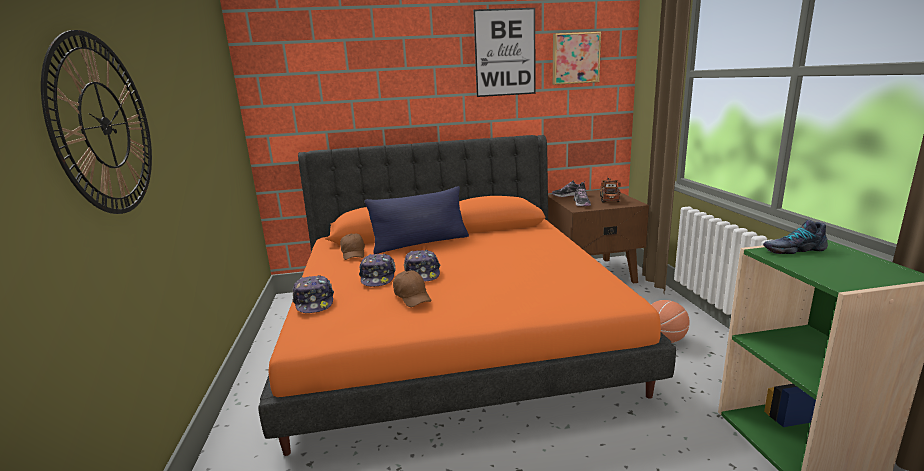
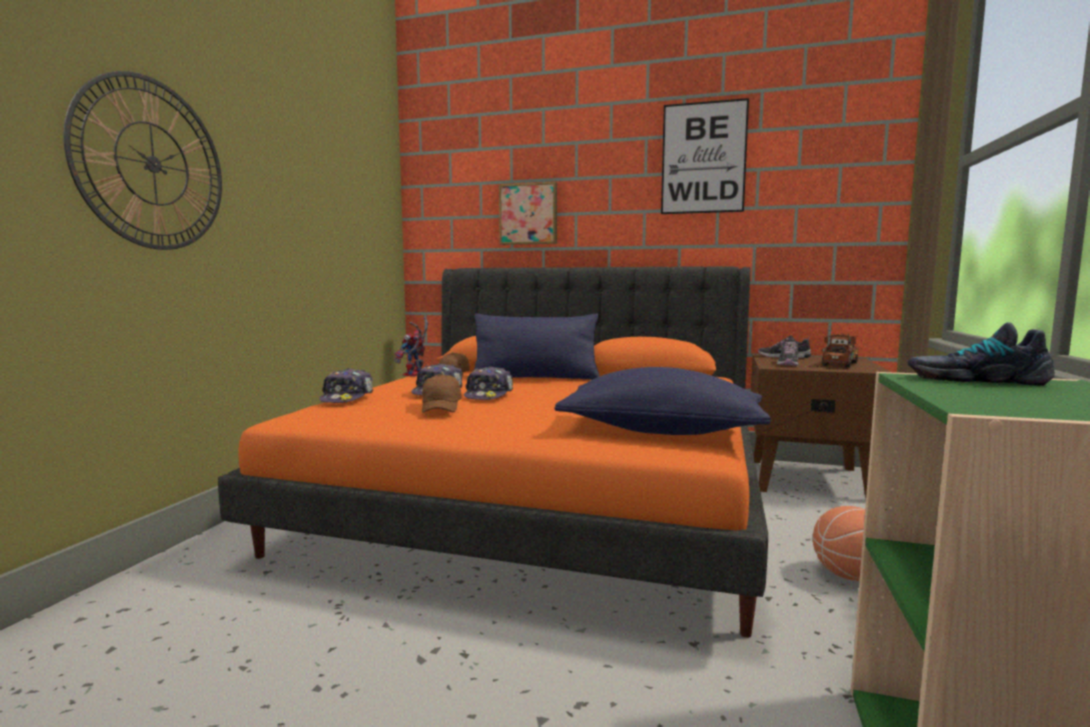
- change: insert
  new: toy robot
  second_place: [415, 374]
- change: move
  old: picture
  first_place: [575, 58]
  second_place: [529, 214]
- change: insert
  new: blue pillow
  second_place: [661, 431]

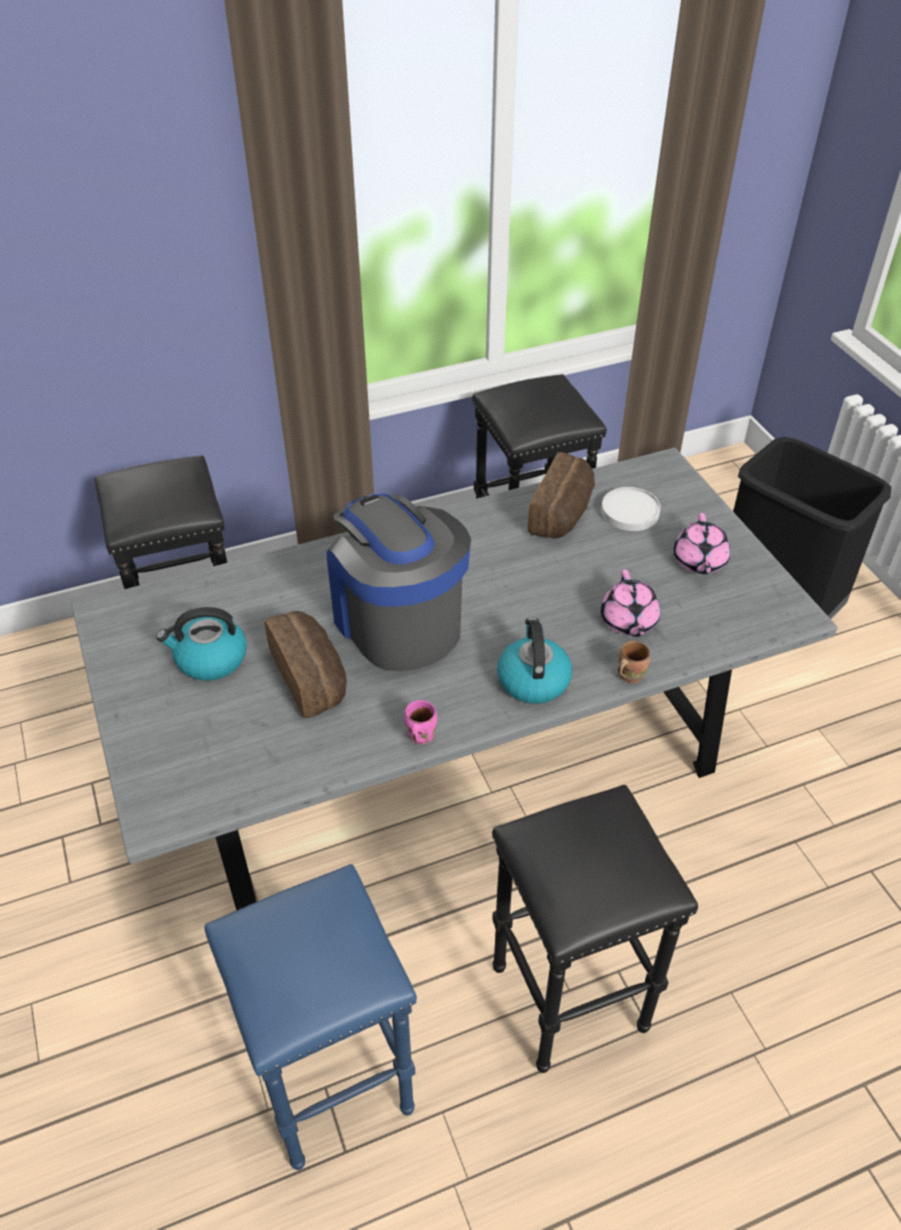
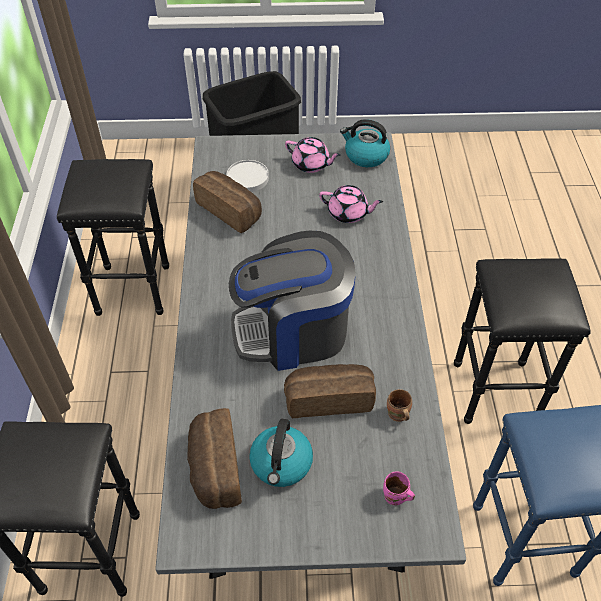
- change: insert
  new: bread
  second_place: [214, 469]
- change: move
  old: kettle
  first_place: [533, 679]
  second_place: [365, 156]
- change: move
  old: pink mug
  first_place: [419, 736]
  second_place: [395, 498]
- change: move
  old: brown mug
  first_place: [628, 675]
  second_place: [397, 415]

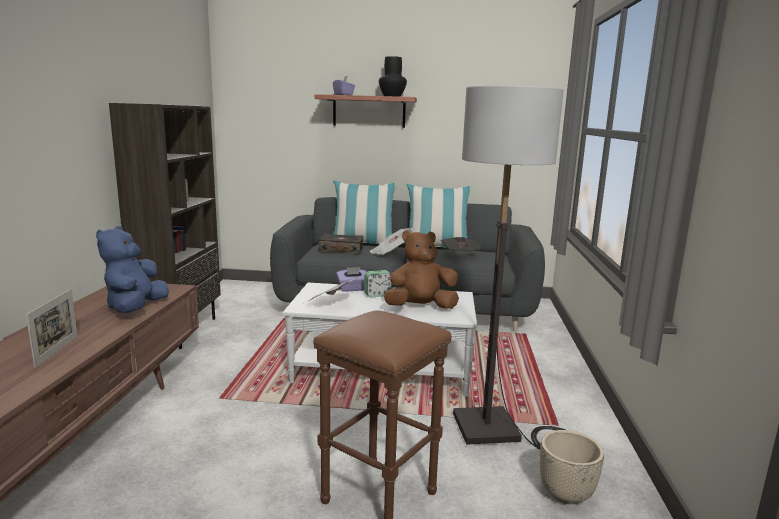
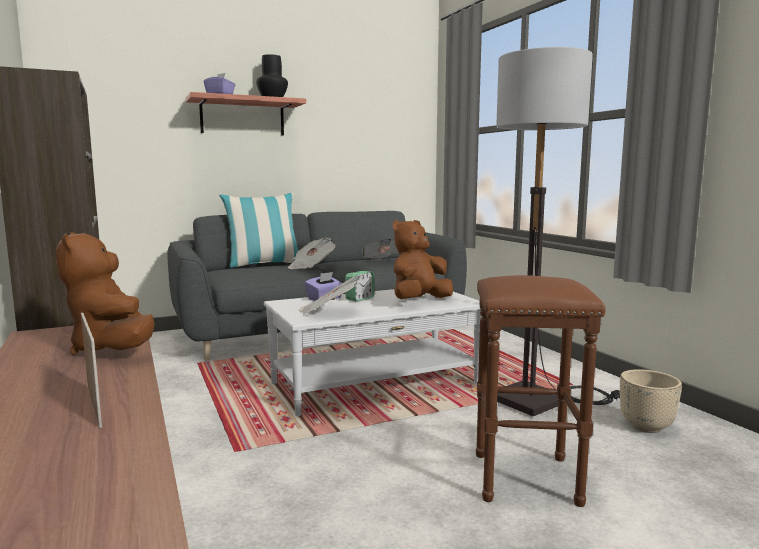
- change: recolor
  old: blue plush toy
  new: brown plush toy
  first_place: [136, 308]
  second_place: [113, 349]
- change: delete
  old: book
  first_place: [341, 249]
- change: delete
  old: pillow
  first_place: [436, 248]

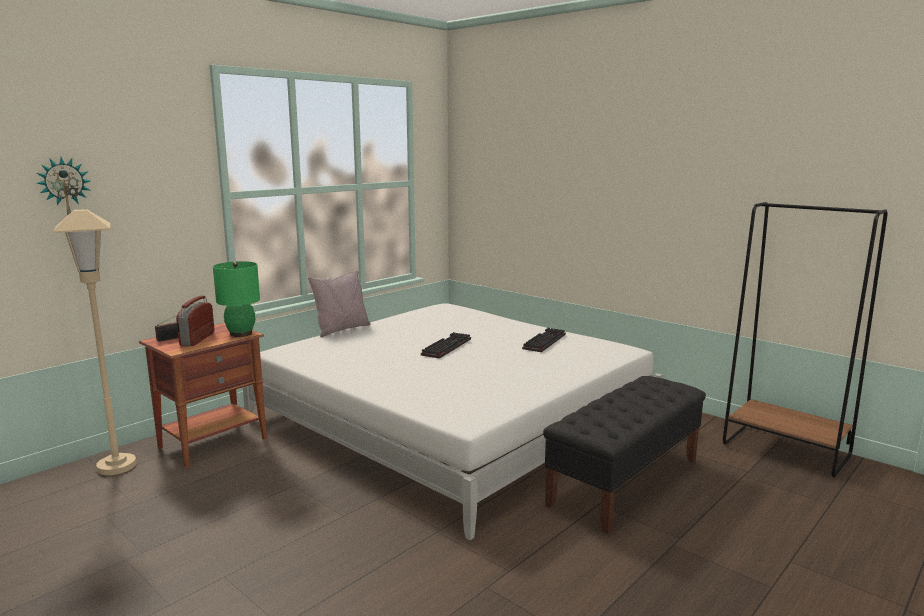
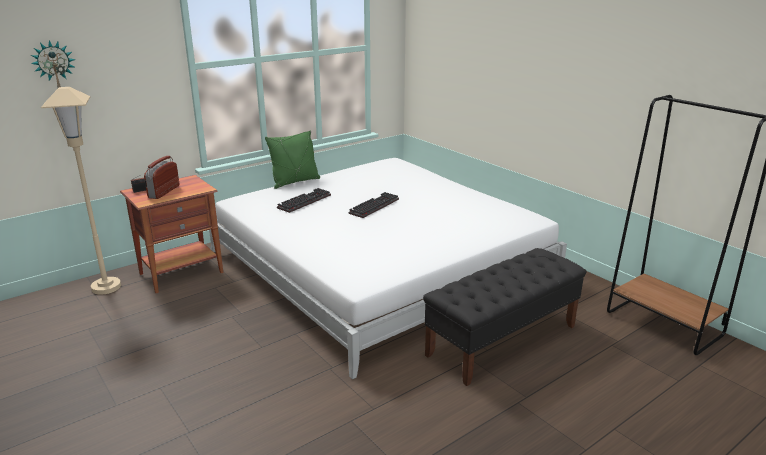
- change: recolor
  old: purple pillow
  new: green pillow
  first_place: [342, 330]
  second_place: [295, 182]
- change: move
  old: keyboard
  first_place: [543, 341]
  second_place: [304, 201]
- change: delete
  old: green table lamp
  first_place: [241, 334]

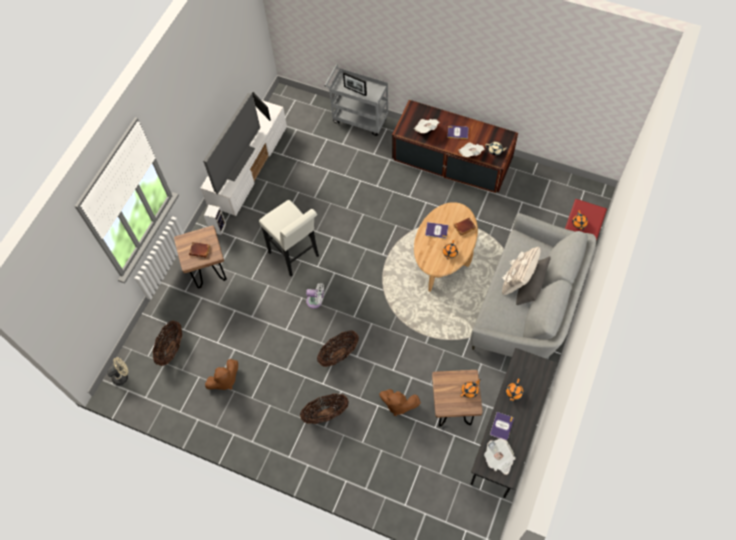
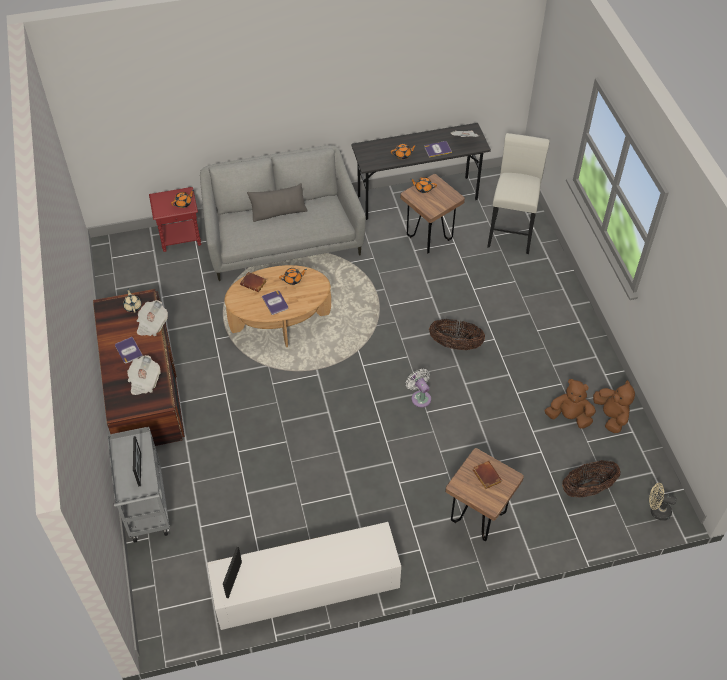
- change: move
  old: white stool
  first_place: [296, 256]
  second_place: [511, 232]
- change: move
  old: brown plush toy
  first_place: [398, 404]
  second_place: [611, 416]
- change: delete
  old: television
  first_place: [236, 161]
- change: delete
  old: speaker
  first_place: [218, 227]
- change: delete
  old: basket
  first_place: [325, 413]
- change: delete
  old: beige pillow
  first_place: [516, 280]

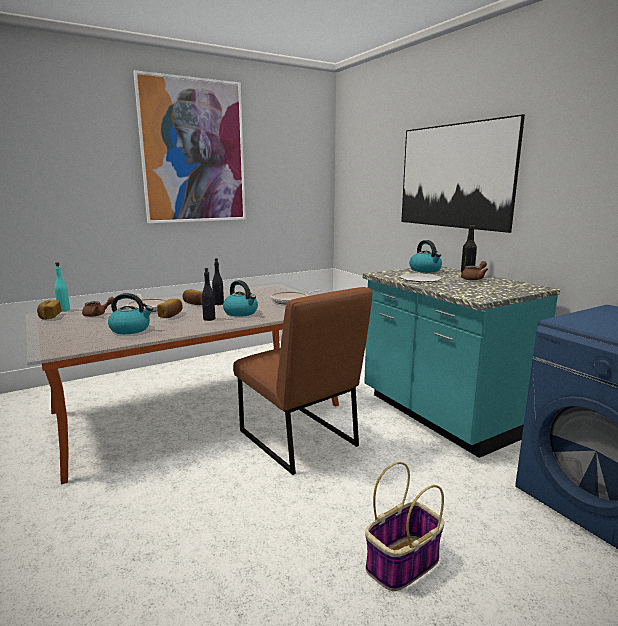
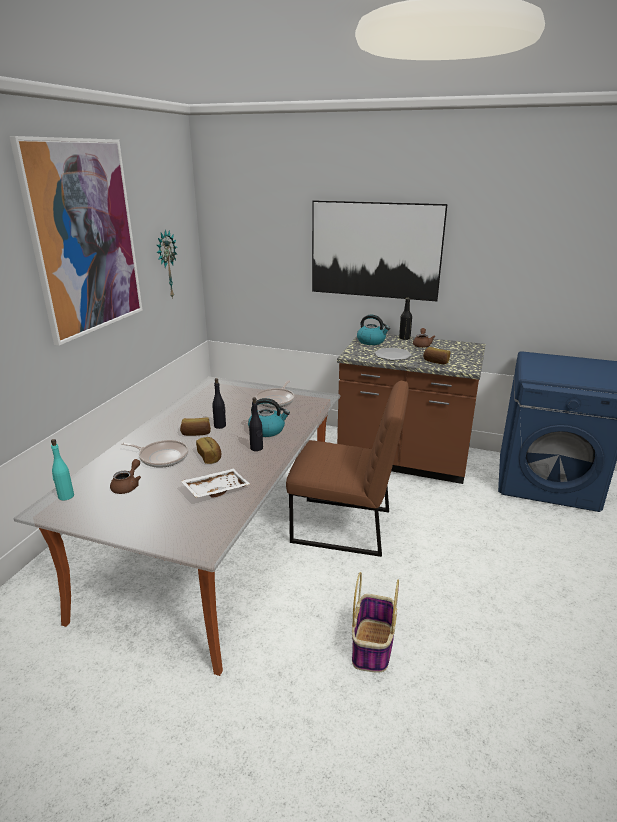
- change: insert
  new: wall clock
  second_place: [166, 265]
- change: replace
  old: kettle
  new: white tray
  first_place: [131, 329]
  second_place: [215, 489]
- change: recolor
  old: turquoise counter
  new: brown counter
  first_place: [442, 414]
  second_place: [404, 460]
- change: move
  old: basket
  first_place: [402, 564]
  second_place: [372, 647]
- change: move
  old: bread
  first_place: [49, 316]
  second_place: [436, 362]

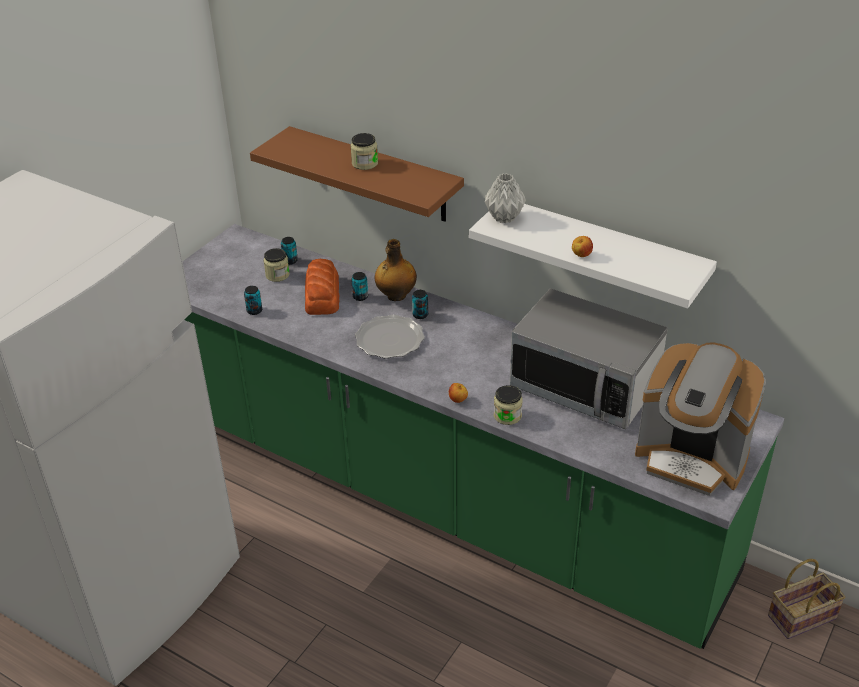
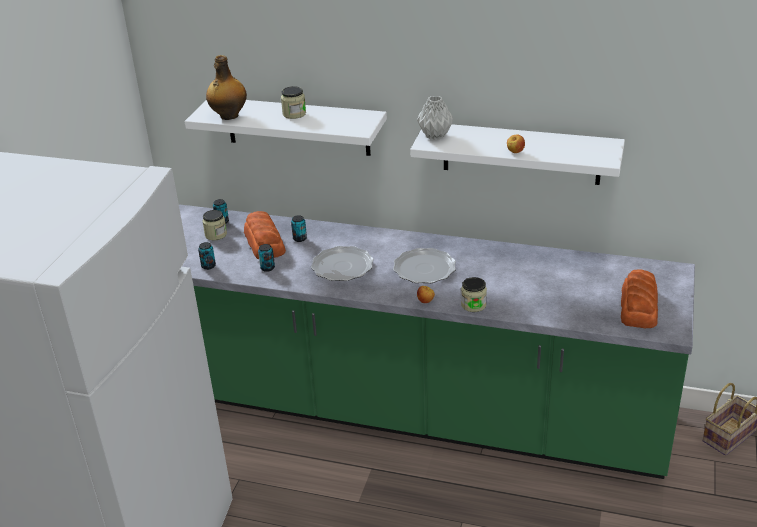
- change: recolor
  old: brown shelf
  new: white shelf
  first_place: [374, 175]
  second_place: [297, 126]
- change: move
  old: bottle
  first_place: [396, 296]
  second_place: [228, 116]
- change: move
  old: can
  first_place: [420, 315]
  second_place: [267, 268]
- change: insert
  new: plate
  second_place: [425, 268]
- change: replace
  old: coffee machine
  new: bread
  first_place: [692, 458]
  second_place: [639, 306]
- change: delete
  old: microwave
  first_place: [584, 386]

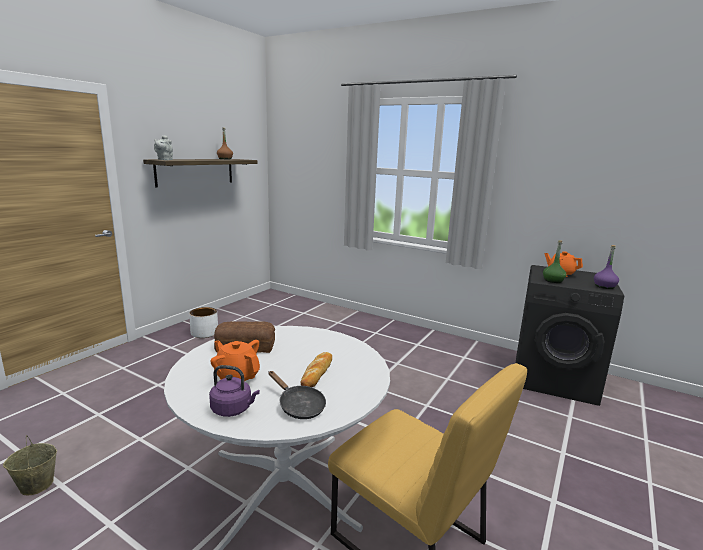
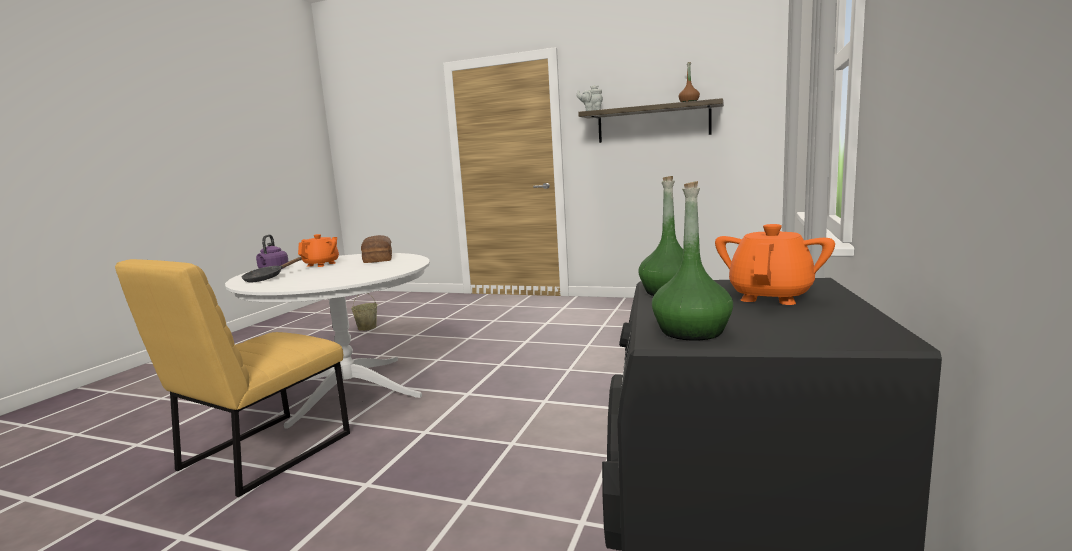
- change: recolor
  old: purple bottle
  new: green bottle
  first_place: [604, 286]
  second_place: [691, 332]
- change: delete
  old: white planter
  first_place: [205, 333]
- change: delete
  old: bread
  first_place: [317, 372]

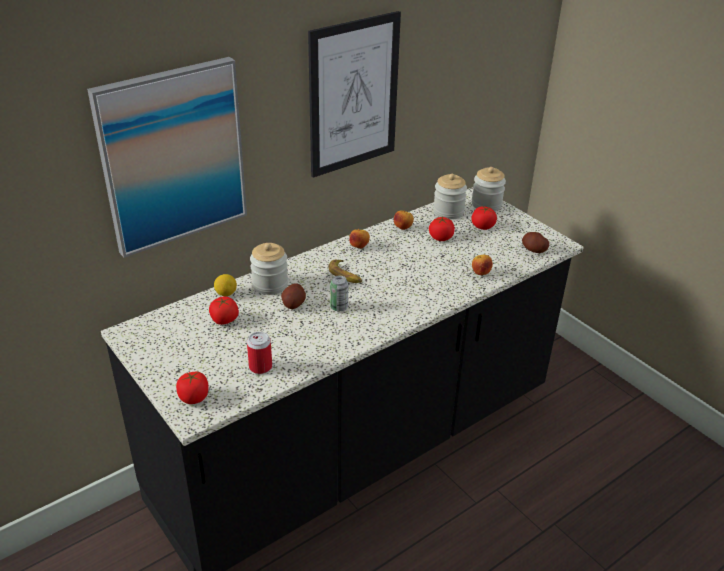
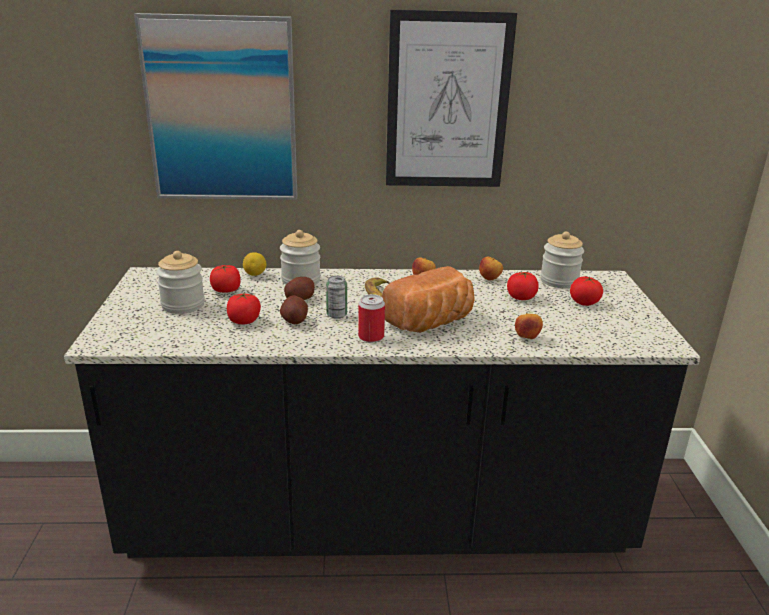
- change: move
  old: jar
  first_place: [486, 204]
  second_place: [183, 305]
- change: move
  old: tomato
  first_place: [194, 397]
  second_place: [244, 321]
- change: move
  old: potato
  first_place: [534, 250]
  second_place: [294, 320]
- change: move
  old: can
  first_place: [260, 367]
  second_place: [371, 337]
- change: insert
  new: bread
  second_place: [431, 323]

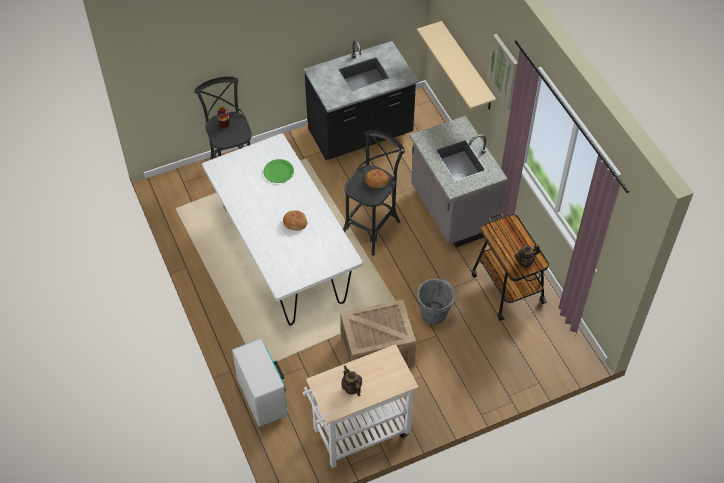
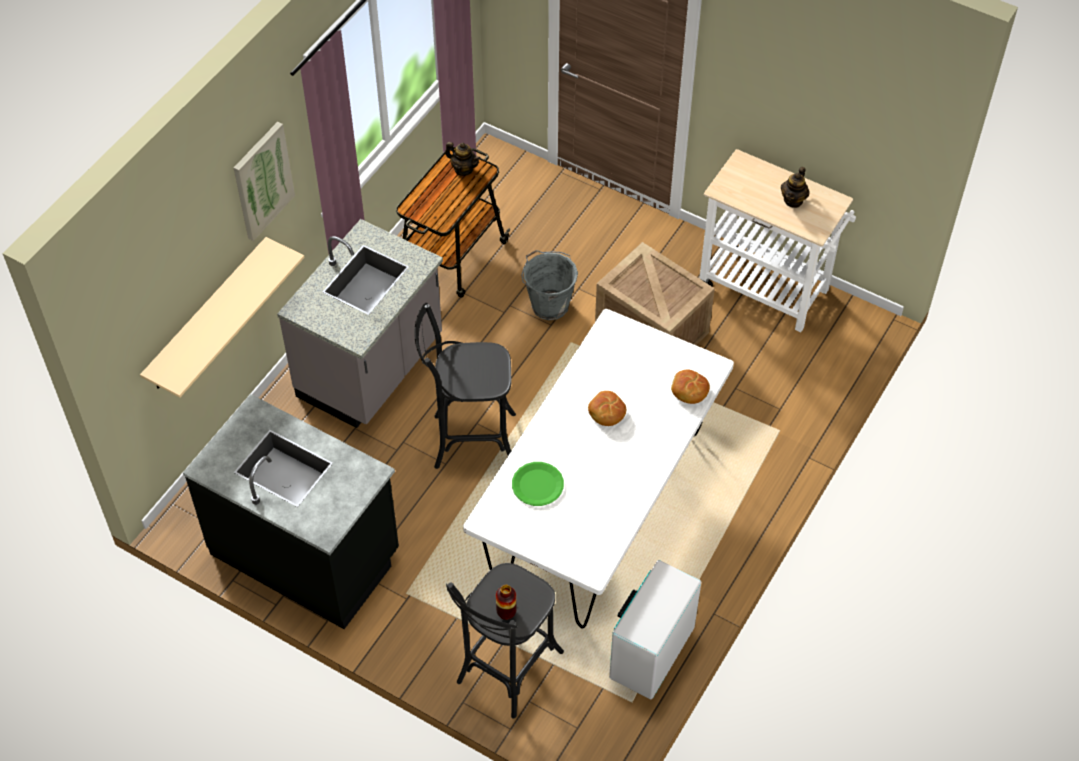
- change: move
  old: white nightstand
  first_place: [263, 399]
  second_place: [650, 655]
- change: move
  old: bread
  first_place: [376, 181]
  second_place: [689, 390]

